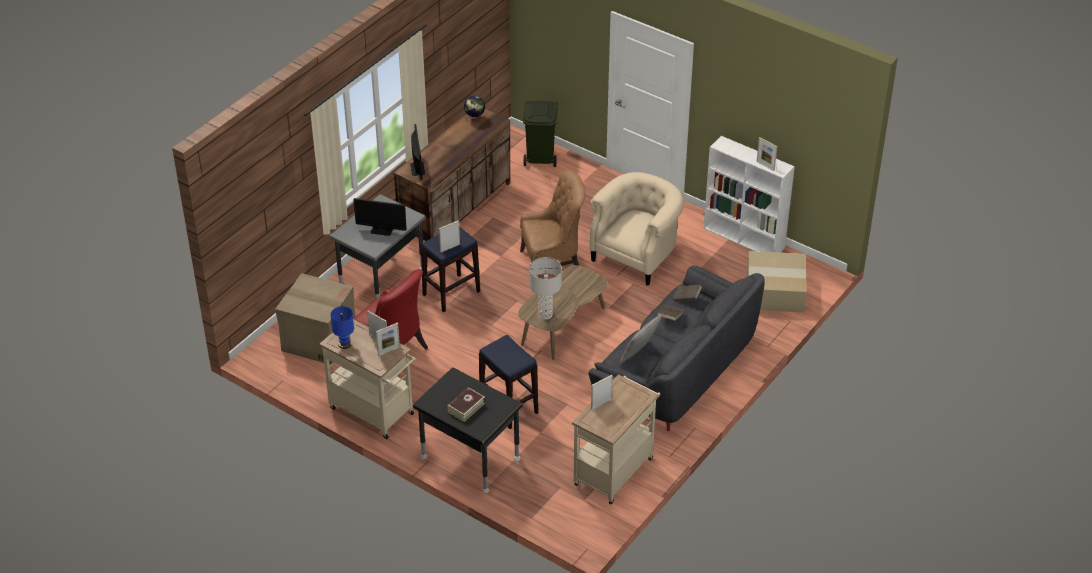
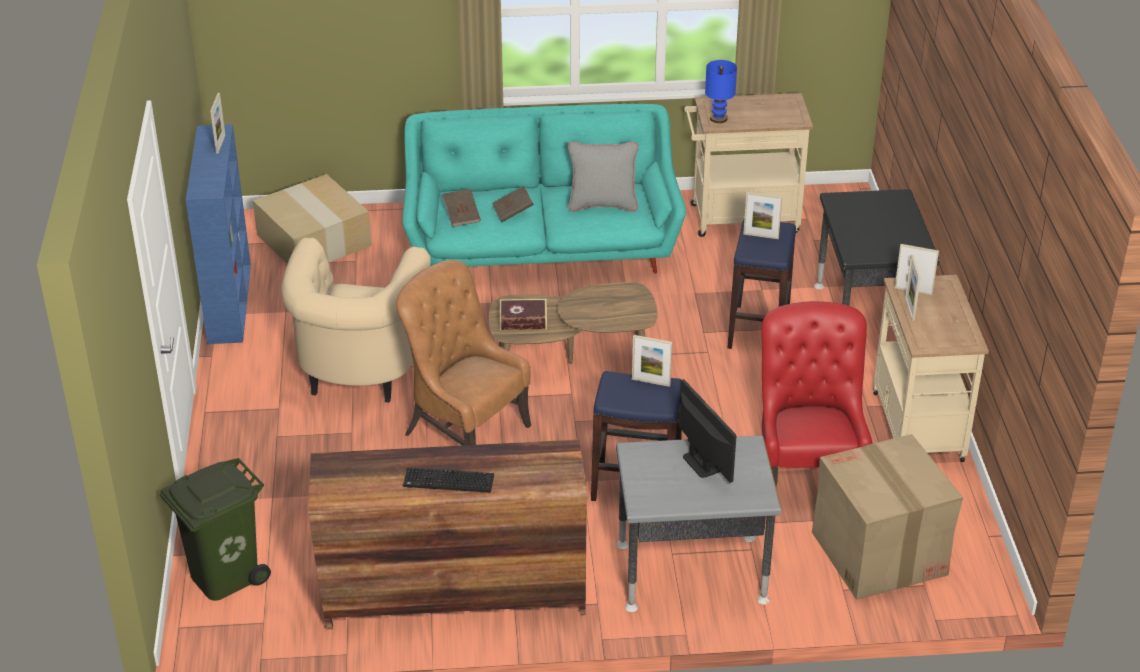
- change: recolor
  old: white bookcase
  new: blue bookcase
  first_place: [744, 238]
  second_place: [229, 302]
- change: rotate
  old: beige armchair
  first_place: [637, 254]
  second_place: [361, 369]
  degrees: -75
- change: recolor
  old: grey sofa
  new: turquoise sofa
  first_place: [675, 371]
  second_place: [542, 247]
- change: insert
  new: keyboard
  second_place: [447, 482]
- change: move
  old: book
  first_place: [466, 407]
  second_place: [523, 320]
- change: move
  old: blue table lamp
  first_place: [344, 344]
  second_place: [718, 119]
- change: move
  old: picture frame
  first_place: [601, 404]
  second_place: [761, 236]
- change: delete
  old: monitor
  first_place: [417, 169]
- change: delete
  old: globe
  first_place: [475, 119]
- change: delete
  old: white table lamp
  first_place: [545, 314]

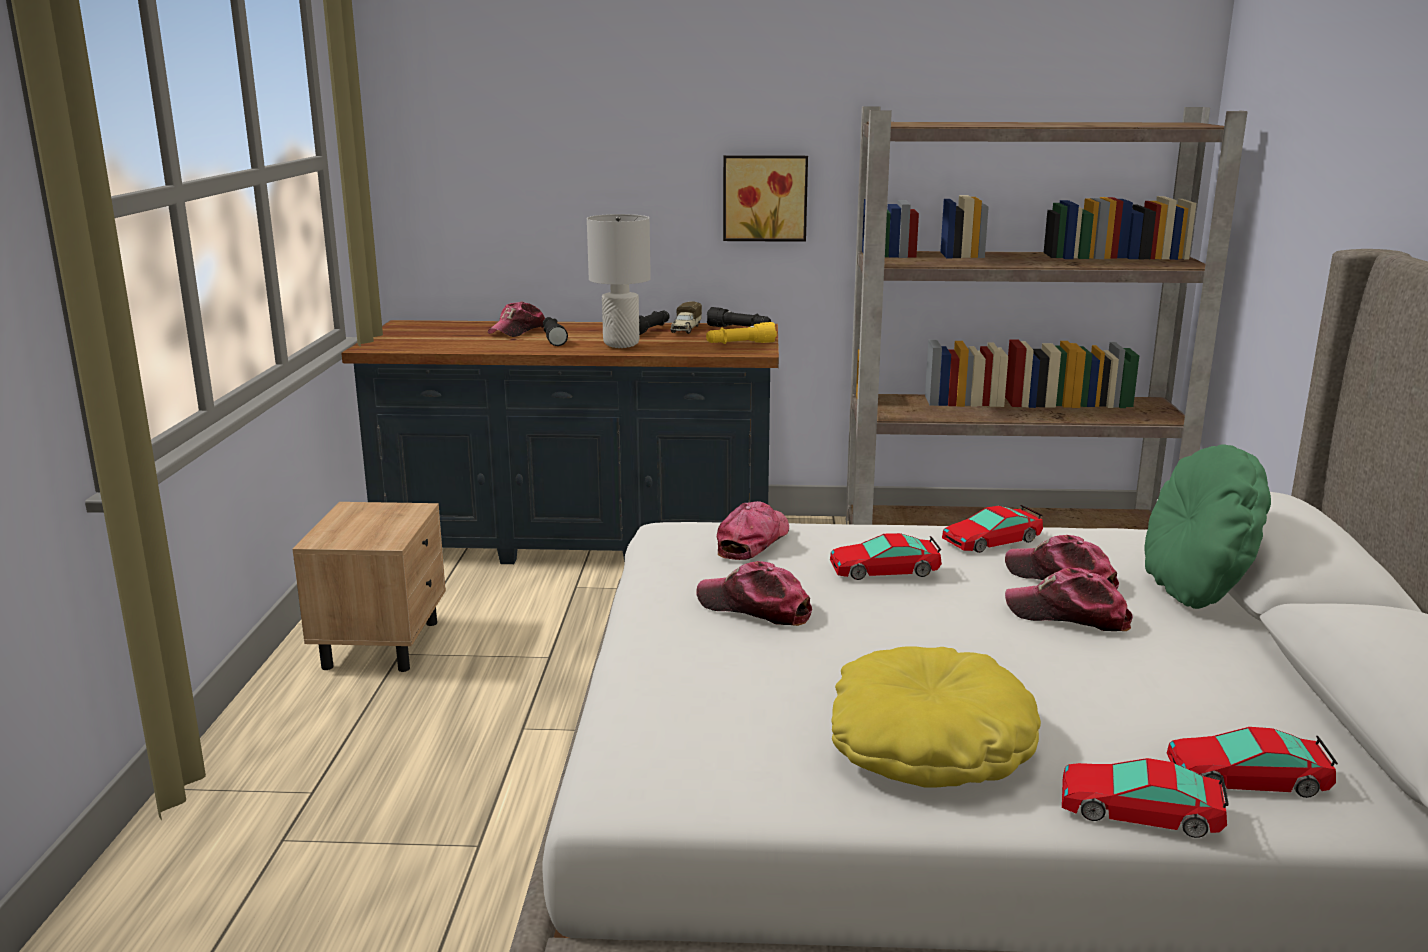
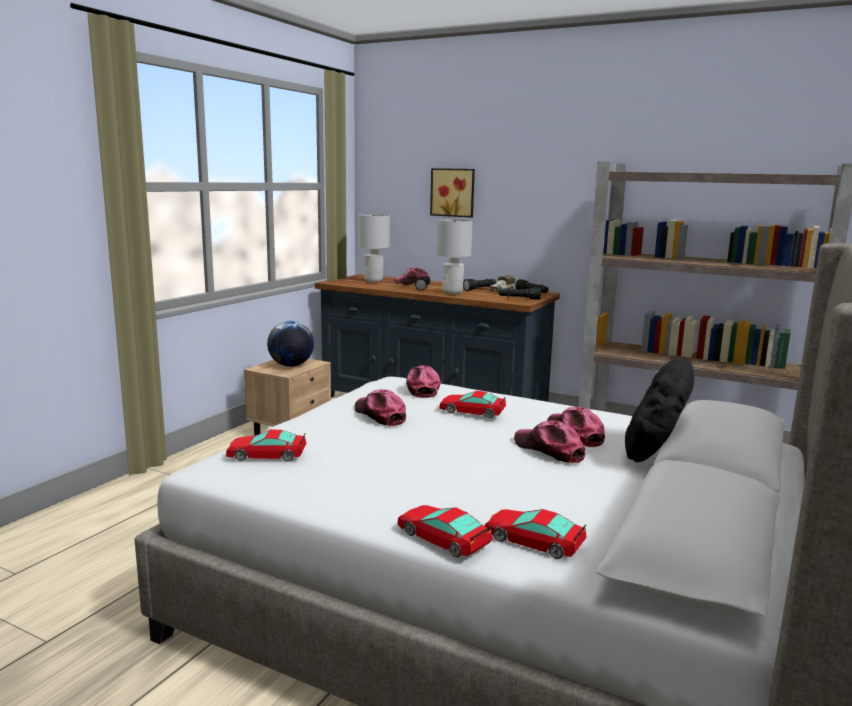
- change: move
  old: toy car
  first_place: [991, 540]
  second_place: [267, 455]
- change: insert
  new: globe
  second_place: [291, 365]
- change: insert
  new: grey table lamp
  second_place: [373, 281]
- change: rotate
  old: cap
  first_place: [753, 541]
  second_place: [421, 388]
  degrees: -60
- change: move
  old: picture
  first_place: [765, 198]
  second_place: [453, 192]
- change: recolor
  old: yellow flashlight
  new: black flashlight
  first_place: [740, 344]
  second_place: [519, 298]
- change: recolor
  old: green pillow
  new: black pillow
  first_place: [1194, 592]
  second_place: [653, 456]
- change: delete
  old: yellow pillow
  first_place: [932, 745]

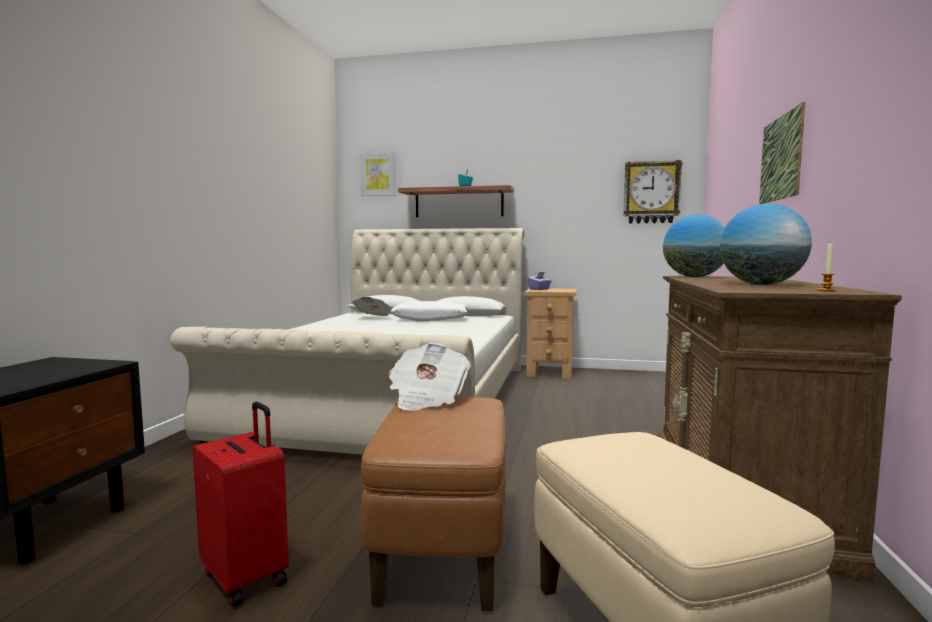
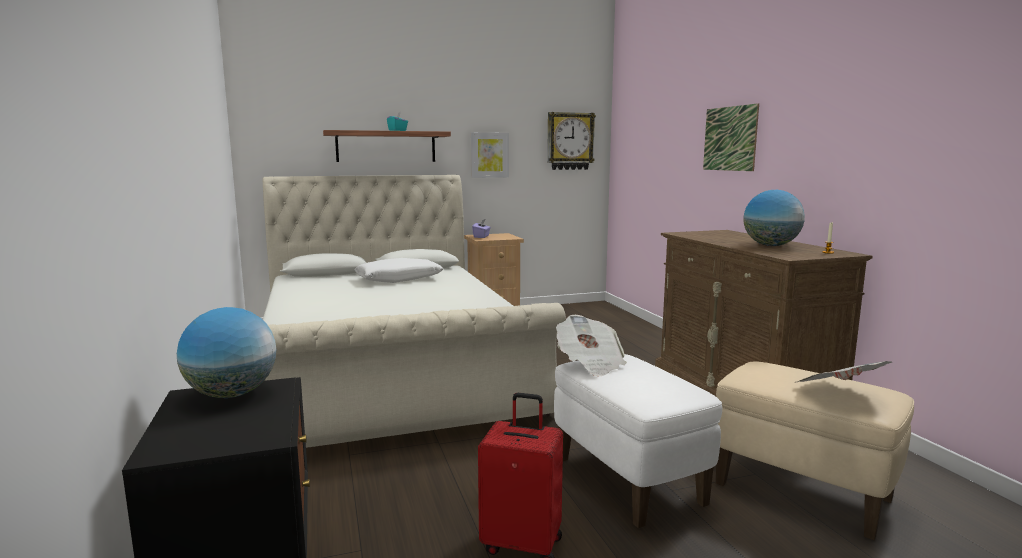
- change: move
  old: globe
  first_place: [694, 277]
  second_place: [232, 394]
- change: move
  old: picture
  first_place: [378, 174]
  second_place: [489, 155]
- change: recolor
  old: brown ottoman
  new: white ottoman
  first_place: [443, 552]
  second_place: [628, 481]
- change: move
  old: newspaper
  first_place: [373, 318]
  second_place: [838, 393]

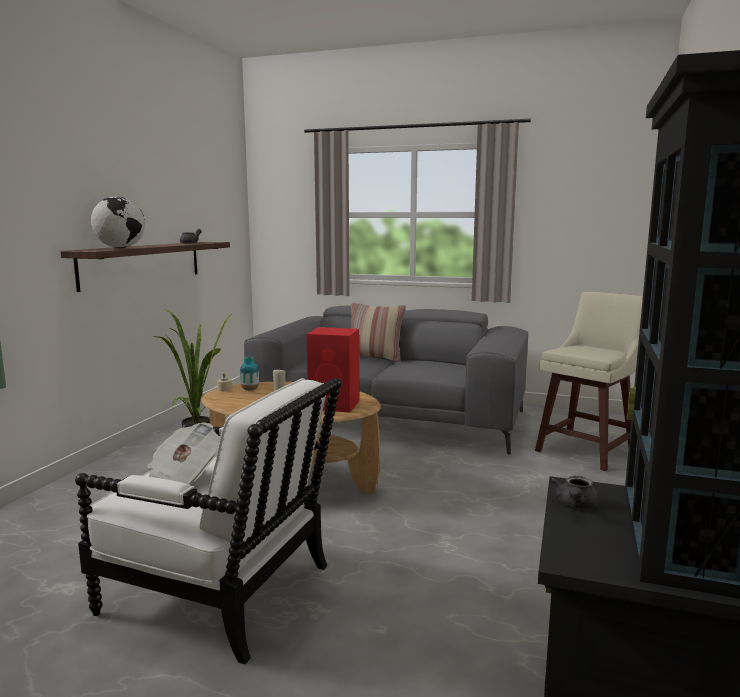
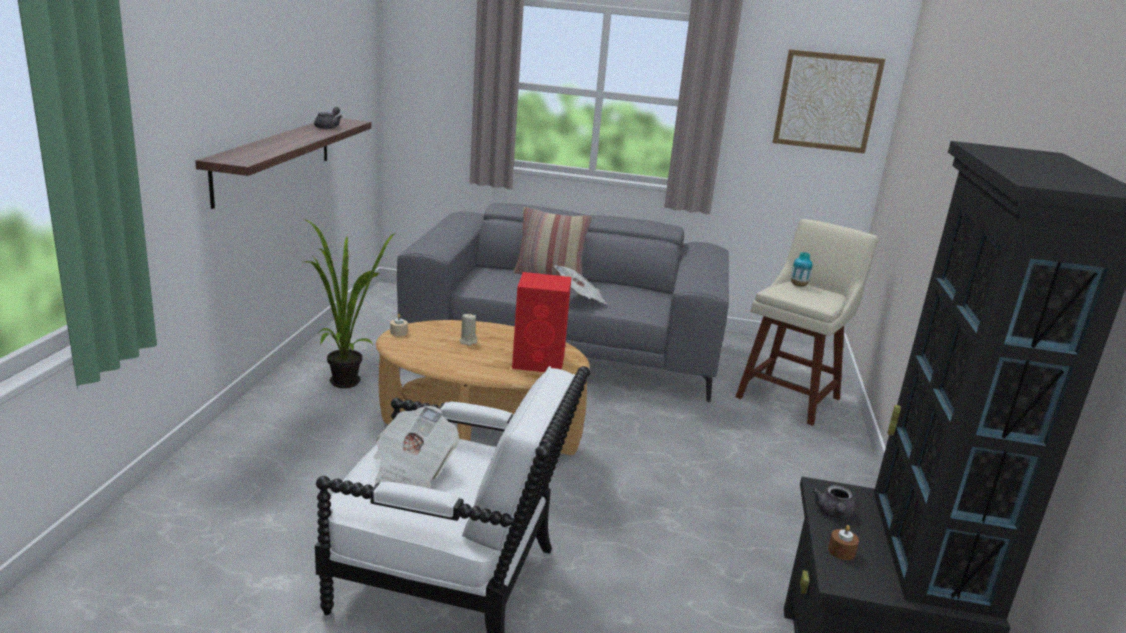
- change: insert
  new: newspaper
  second_place: [580, 298]
- change: insert
  new: picture
  second_place: [827, 100]
- change: move
  old: vase
  first_place: [250, 390]
  second_place: [798, 285]
- change: insert
  new: brown candle
  second_place: [841, 551]
- change: delete
  old: globe
  first_place: [120, 248]

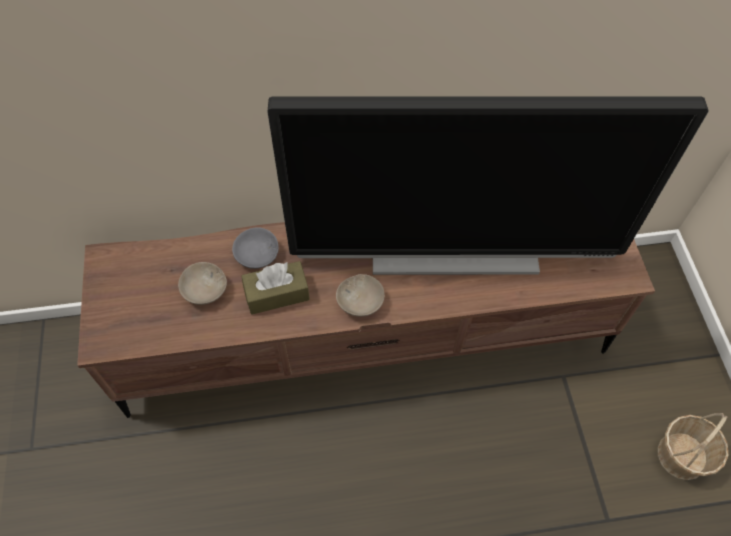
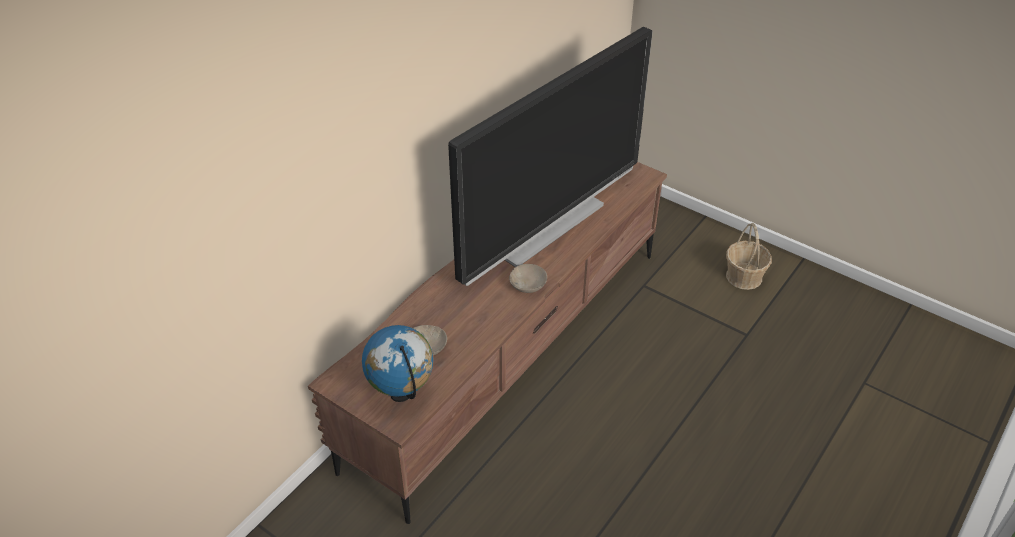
- change: insert
  new: globe
  second_place: [402, 394]
- change: delete
  old: grey bowl
  first_place: [255, 254]
- change: delete
  old: brown tissue box
  first_place: [277, 294]

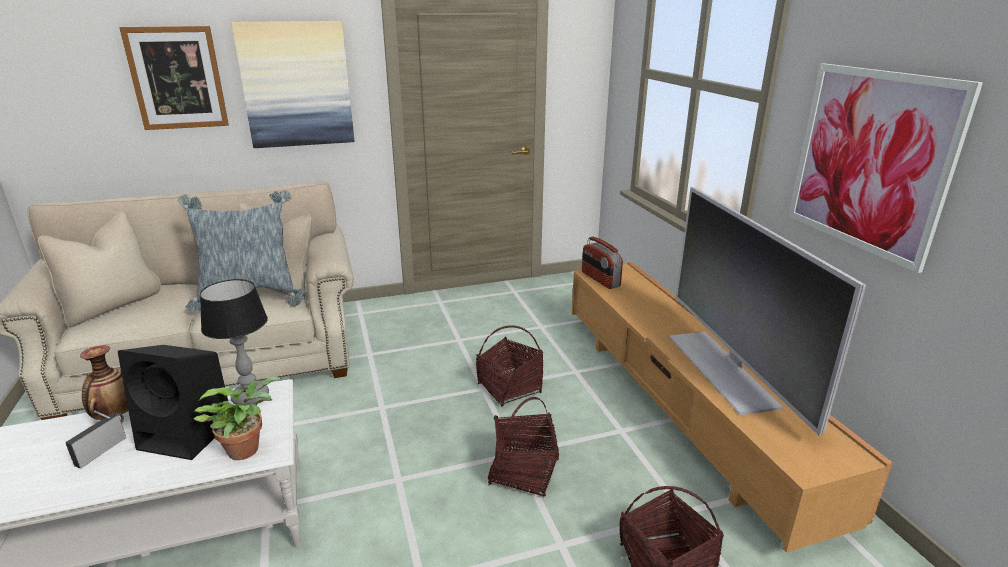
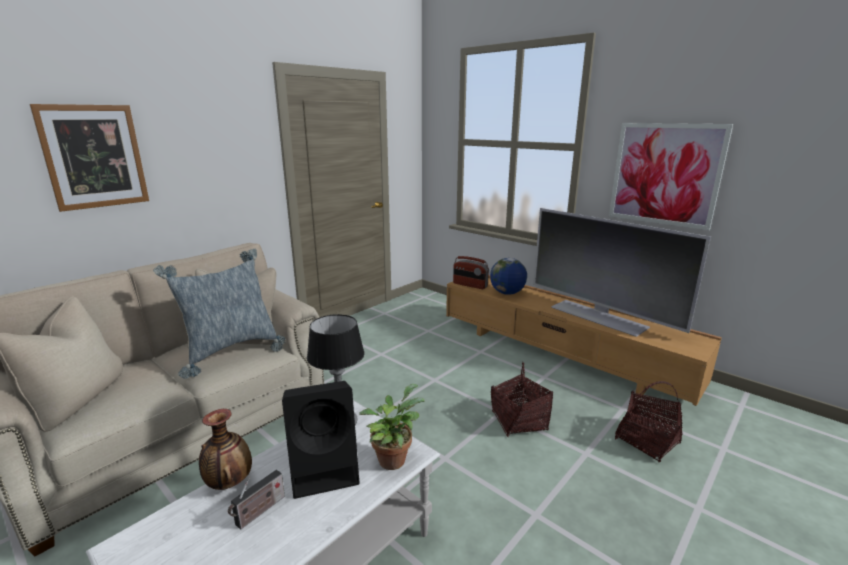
- change: rotate
  old: radio
  first_place: [103, 449]
  second_place: [259, 512]
  degrees: -135
- change: insert
  new: globe
  second_place: [507, 293]
- change: delete
  old: picture
  first_place: [296, 85]
- change: delete
  old: basket
  first_place: [509, 388]

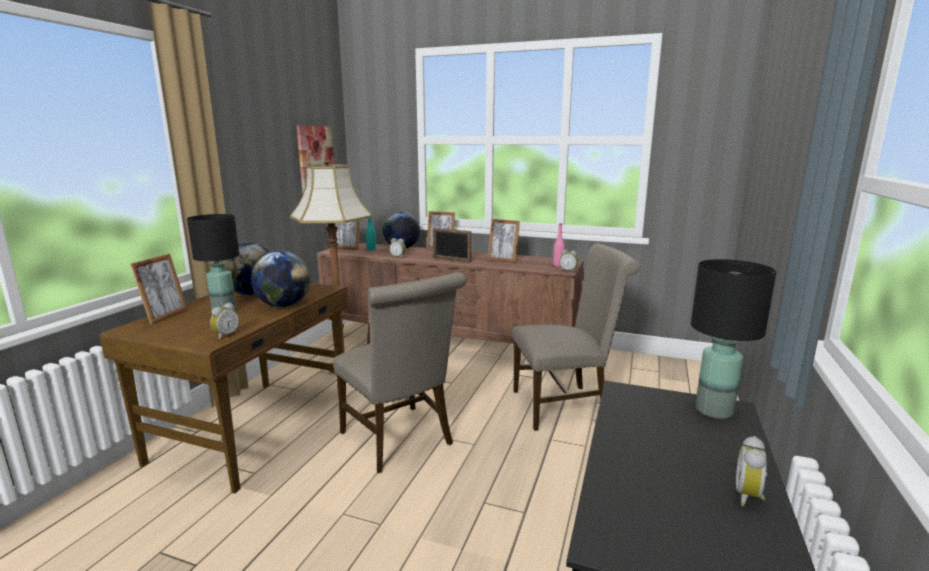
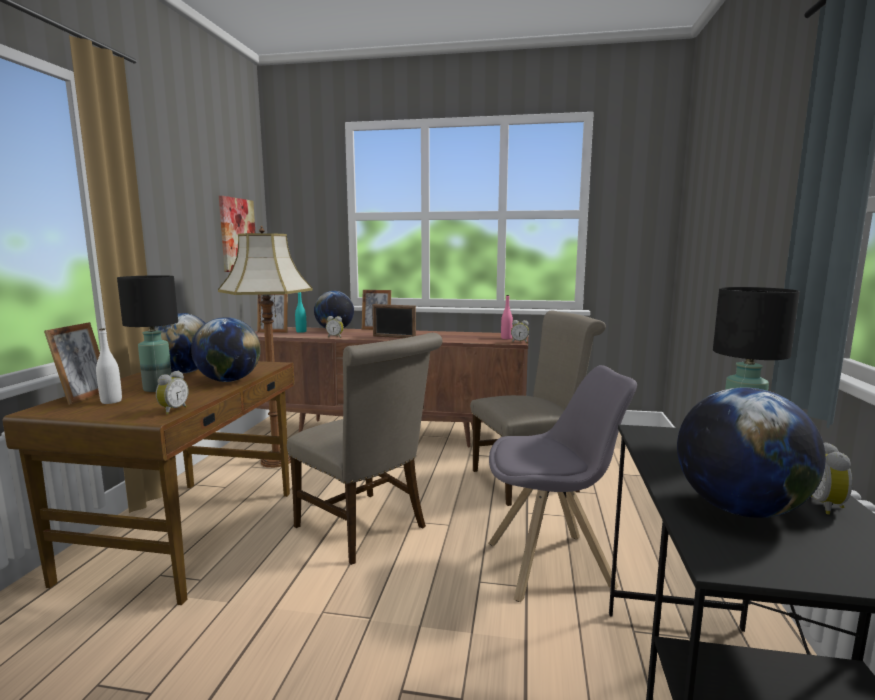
- change: insert
  new: white bottle
  second_place: [111, 401]
- change: insert
  new: grey chair
  second_place: [550, 565]
- change: insert
  new: globe
  second_place: [739, 509]
- change: delete
  old: picture frame
  first_place: [502, 260]

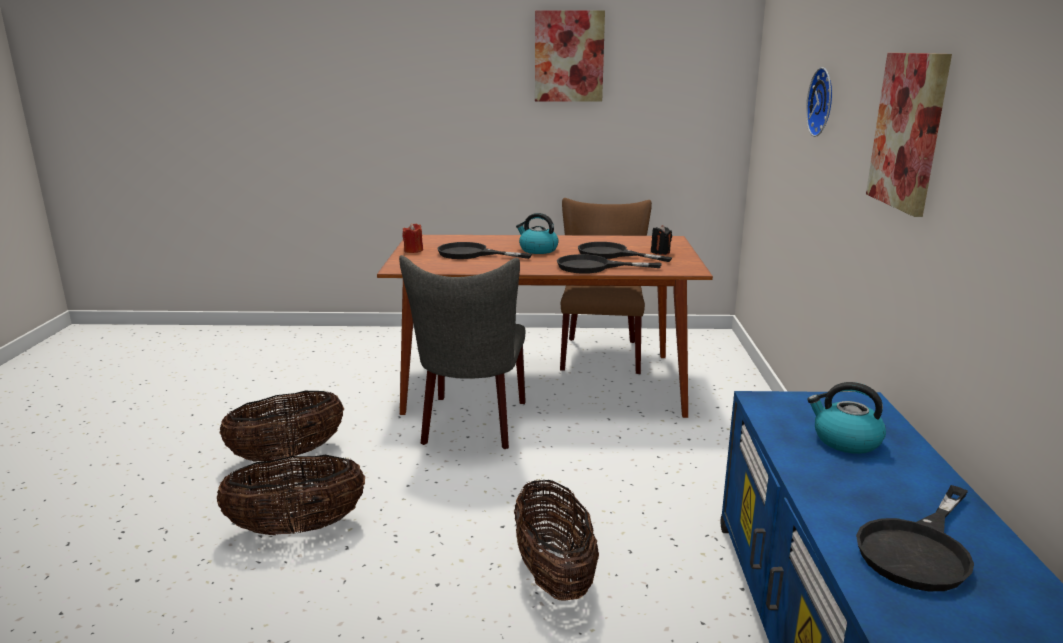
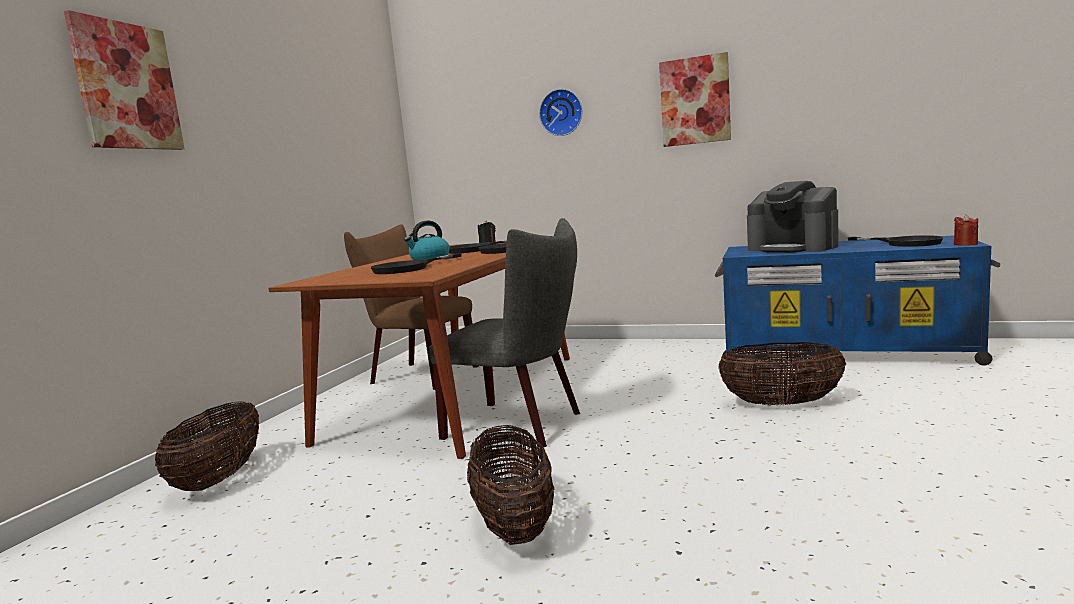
- change: move
  old: picture
  first_place: [569, 56]
  second_place: [126, 86]
- change: move
  old: basket
  first_place: [297, 528]
  second_place: [219, 479]
- change: replace
  old: kettle
  new: coffee machine
  first_place: [845, 440]
  second_place: [793, 248]
- change: move
  old: red candle
  first_place: [413, 250]
  second_place: [965, 244]

